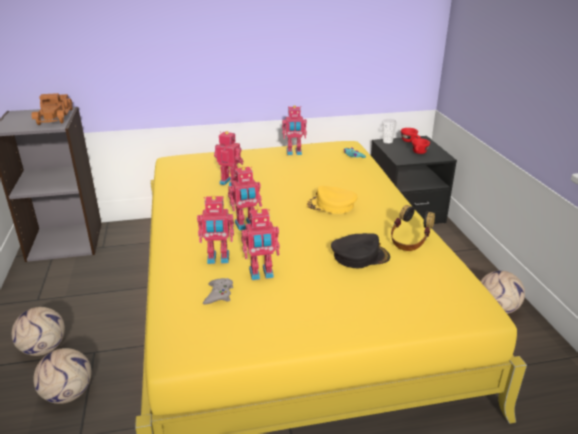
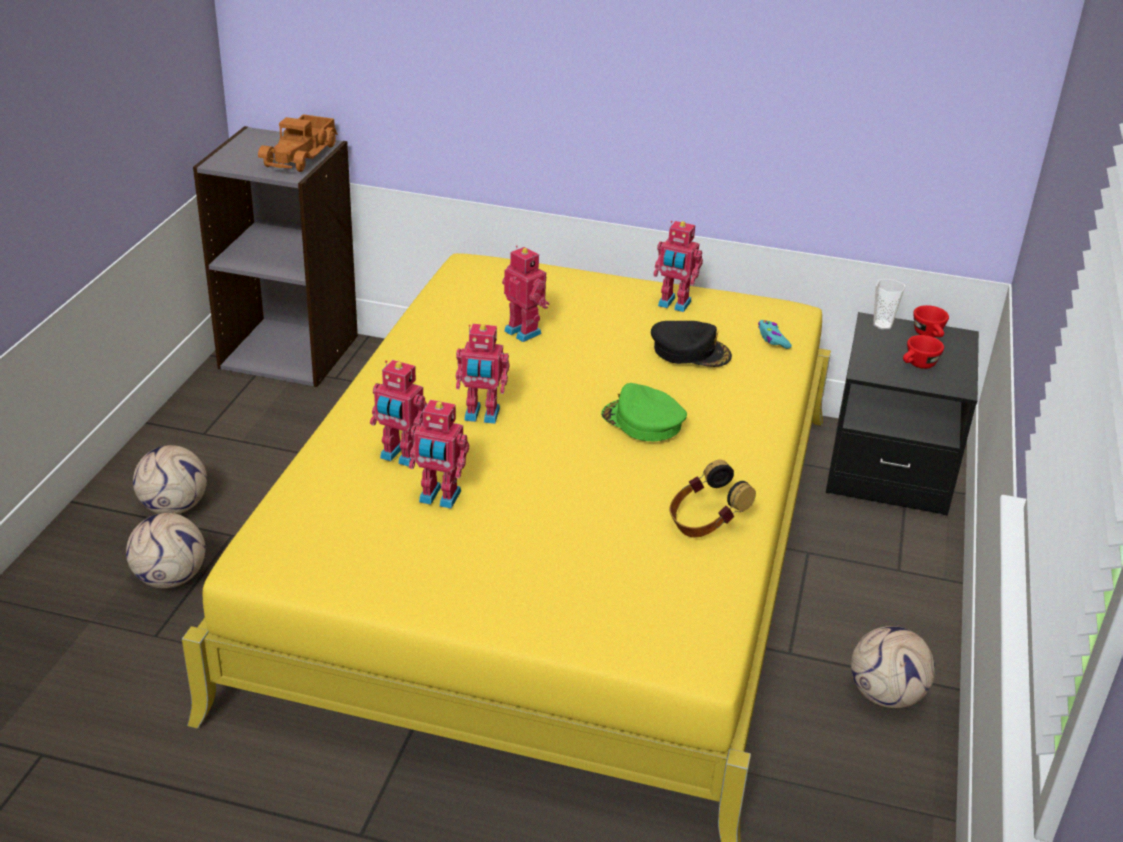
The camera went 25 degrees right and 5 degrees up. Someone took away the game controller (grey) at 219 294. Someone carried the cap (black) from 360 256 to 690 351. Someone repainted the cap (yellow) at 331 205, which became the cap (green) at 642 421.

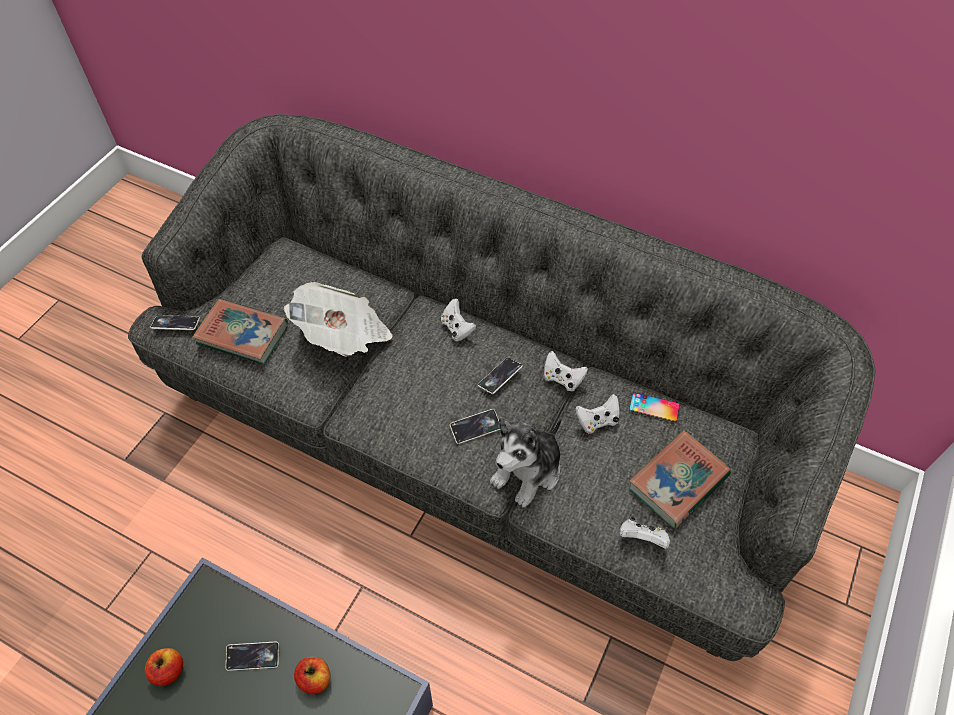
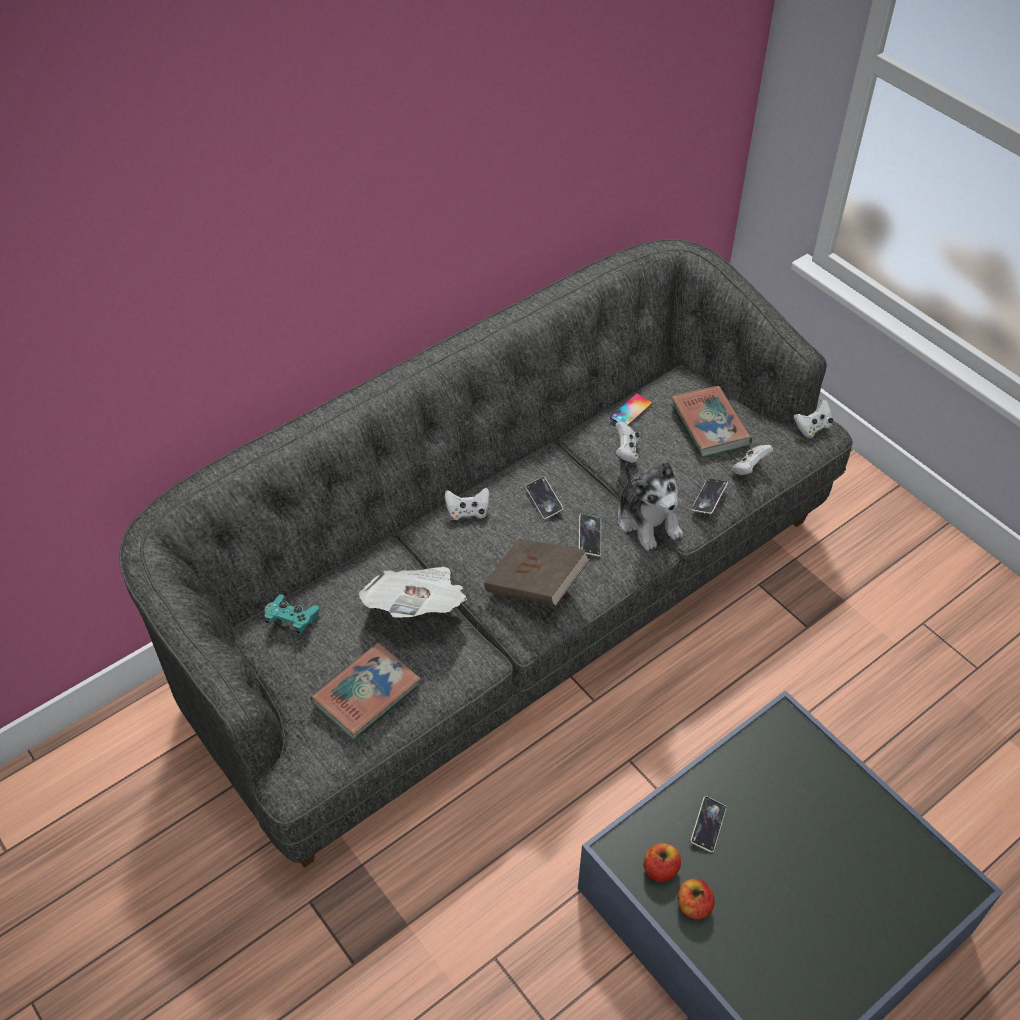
The camera went 65 degrees left and 5 degrees down. Someone put down the game controller (turquoise) at 292 619. Someone put down the book (brown) at 535 586. Someone carried the phone from 176 324 to 709 498. Someone carried the apple from 315 679 to 660 869. Someone carried the game controller (white) from 562 379 to 812 428.

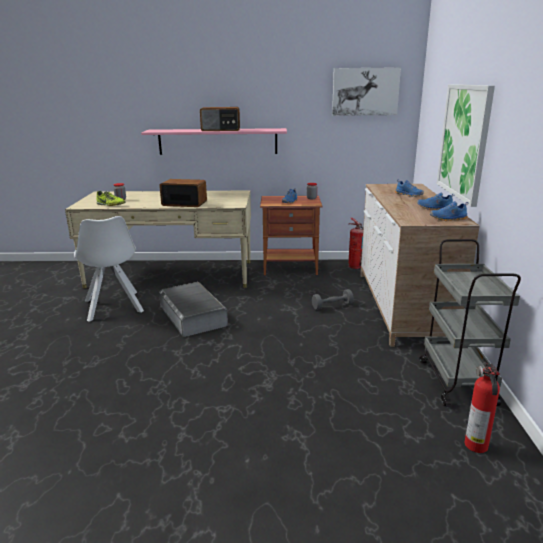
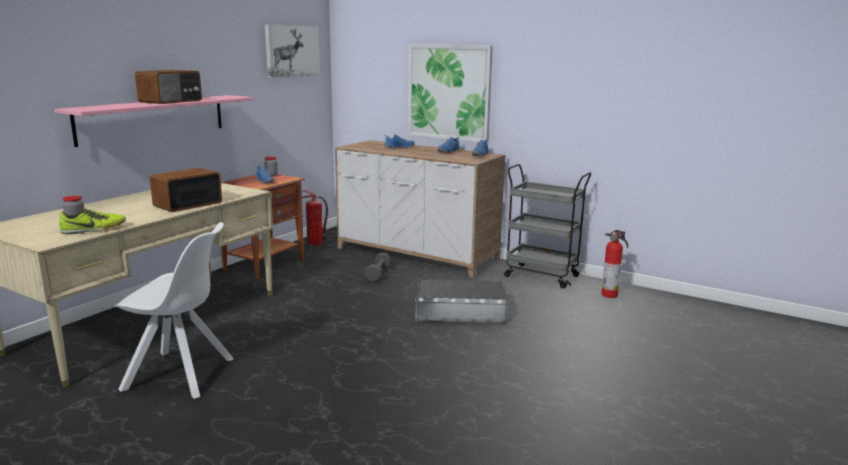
The camera went 60 degrees left and 5 degrees down. Someone carried the storage box (grey) from 193 316 to 460 311.

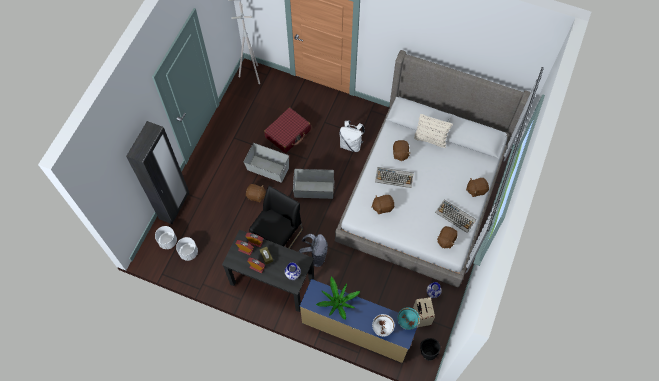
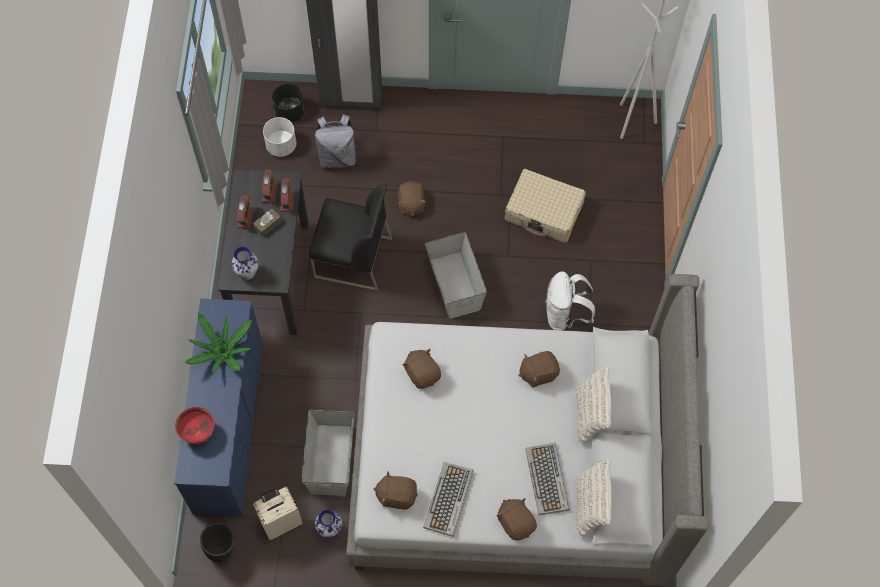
The camera went 70 degrees right and 0 degrees up. Someone took away the bowl (turquoise) at 407 321. Someone put down the pillow (beige) at 589 507. Someone carried the storage box (grey) from 267 168 to 331 459. Someone carried the backpack (grey) from 314 256 to 337 157. Someone carried the keyboard from 394 177 to 547 480. Someone repainted the planter (white) at 167 241, which became the planter (black) at 290 112. Someone repainted the suitcase (red) at 288 133, which became the suitcase (beige) at 544 212. Someone repainted the bowl (white) at 382 328, which became the bowl (red) at 198 431.

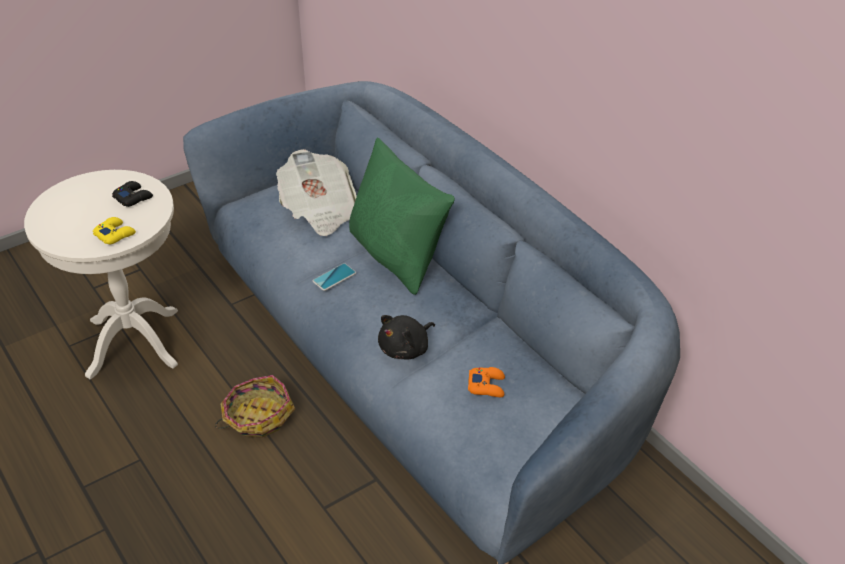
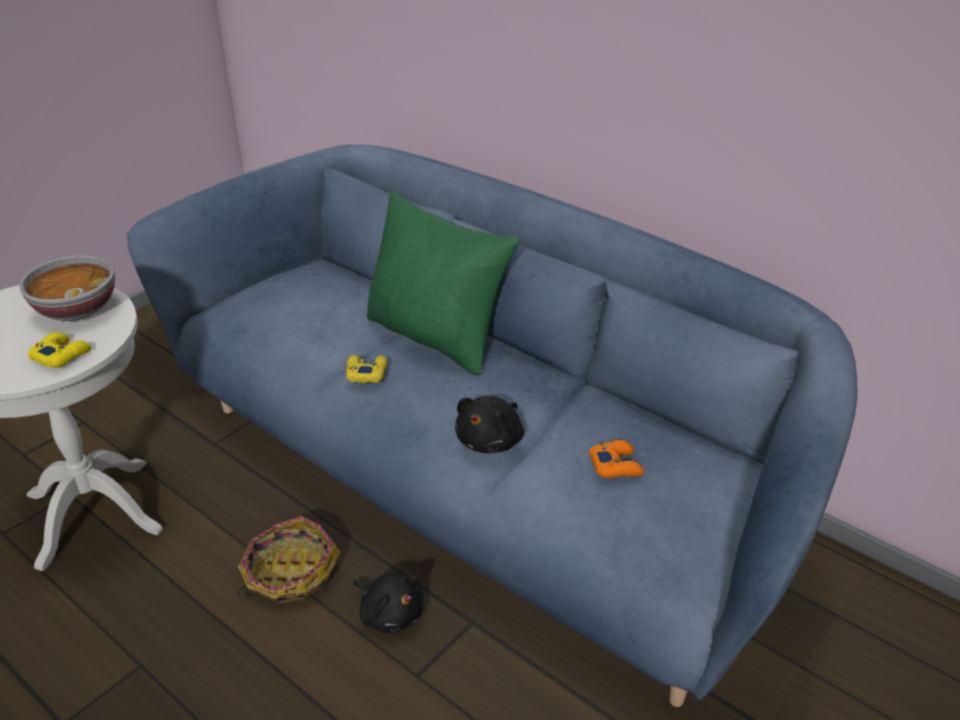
The camera went 15 degrees left and 5 degrees down. Someone took away the newspaper at 319 210. Someone put down the plush toy (black) at 390 613. Someone swapped the game controller (black) at 133 197 for the bowl at 76 308. Someone swapped the phone at 334 277 for the game controller (yellow) at 366 373.

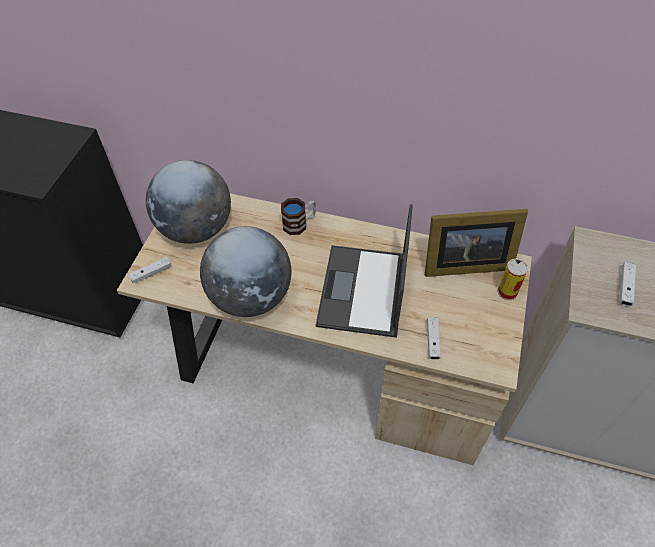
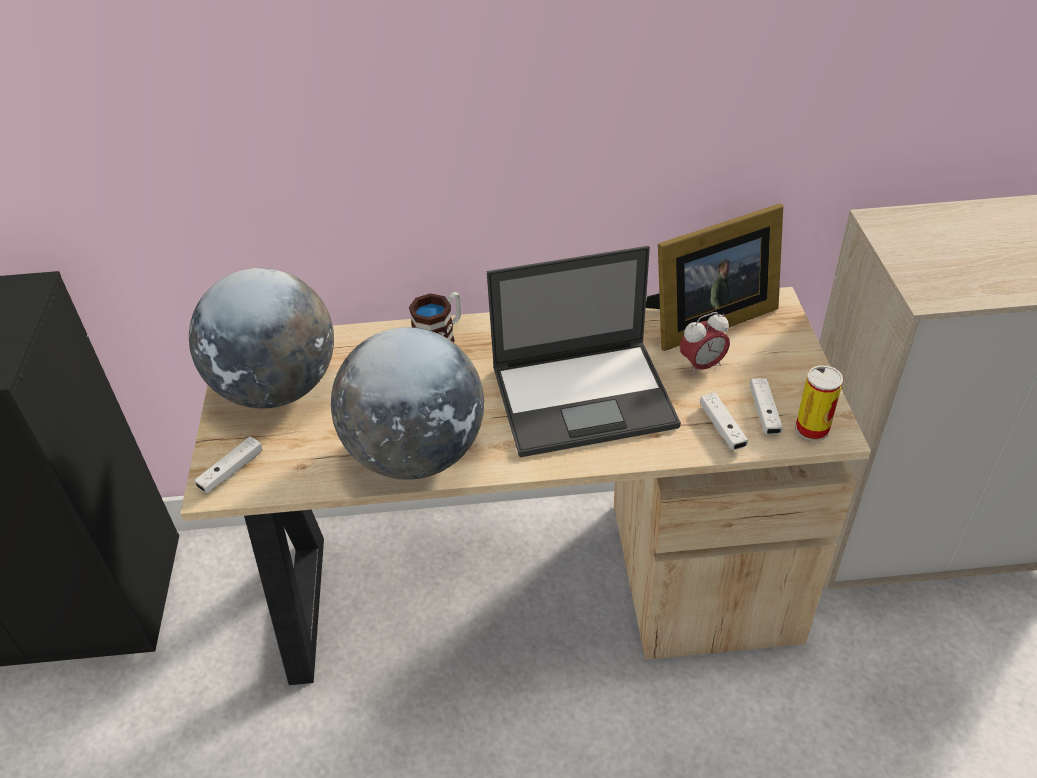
The camera went 20 degrees left and 10 degrees down. Someone put down the alarm clock at 702 366. Someone carried the can from 507 292 to 812 429. Someone carried the game controller (white) from 625 287 to 764 412. Someone rotated the laptop at 362 292 by 90 degrees counterclockwise.

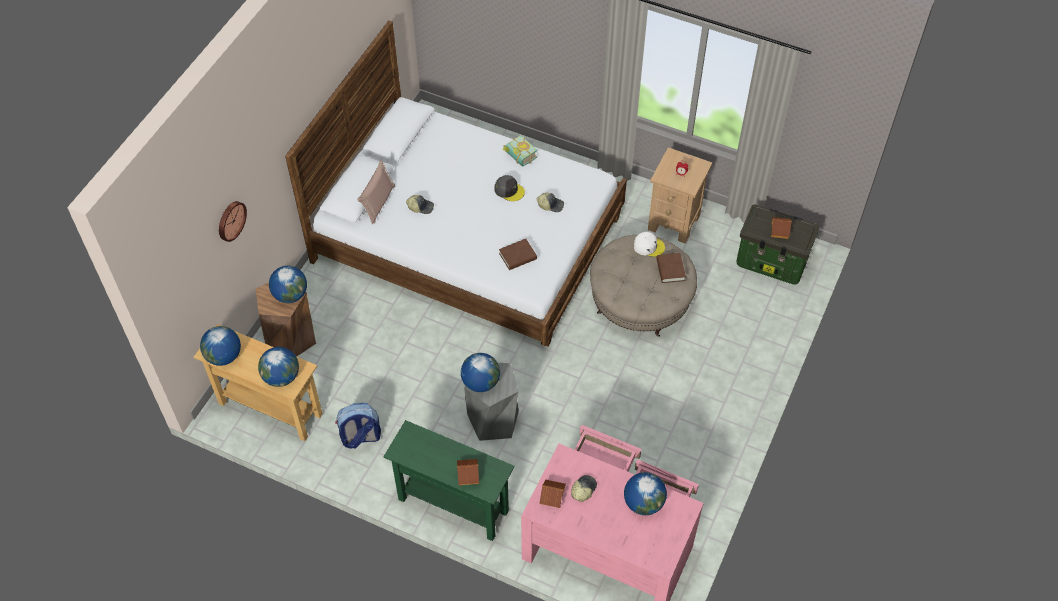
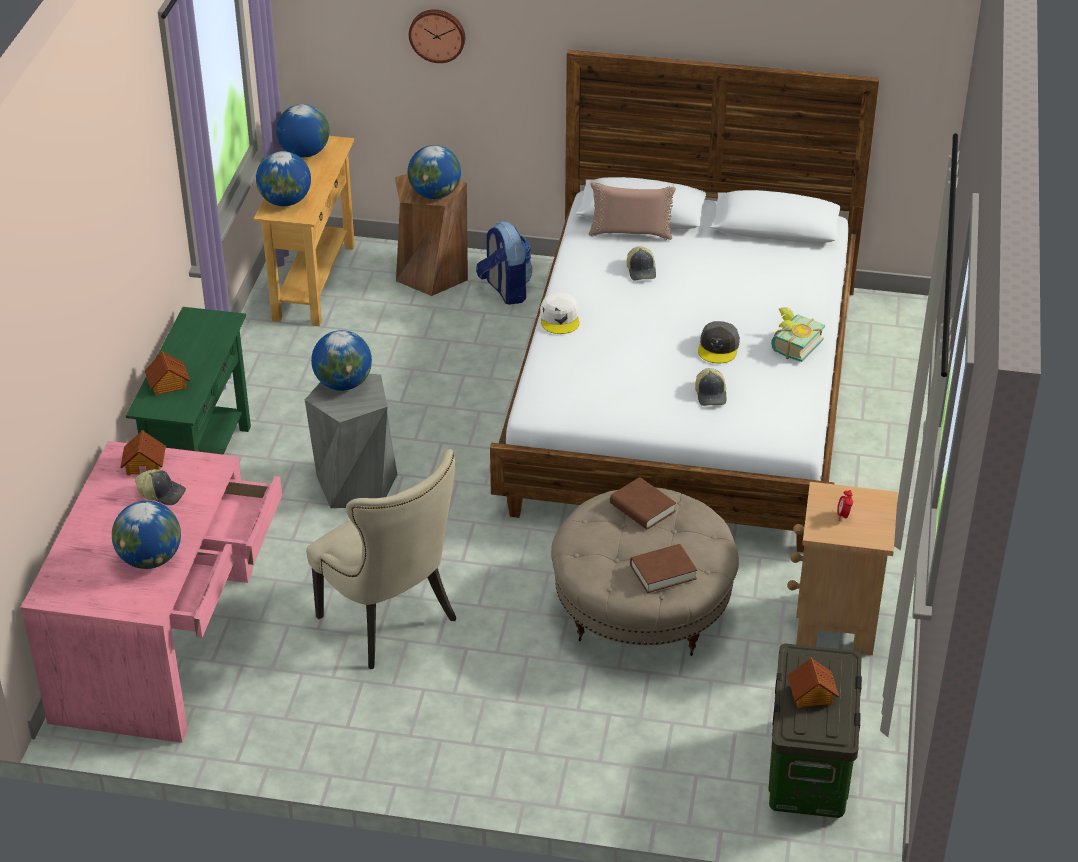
The camera went 75 degrees right and 15 degrees down. Someone put down the chair (beige) at 388 621. Someone carried the backpack from 360 437 to 505 290. Someone carried the book (brown) from 517 256 to 642 508. Someone carried the cap (white) from 648 246 to 560 318.

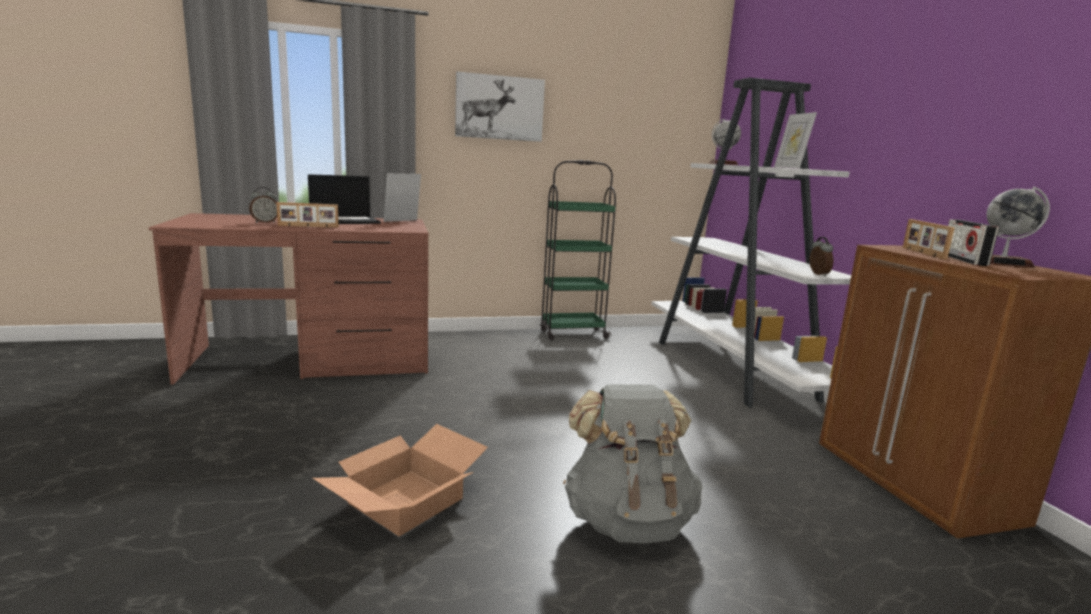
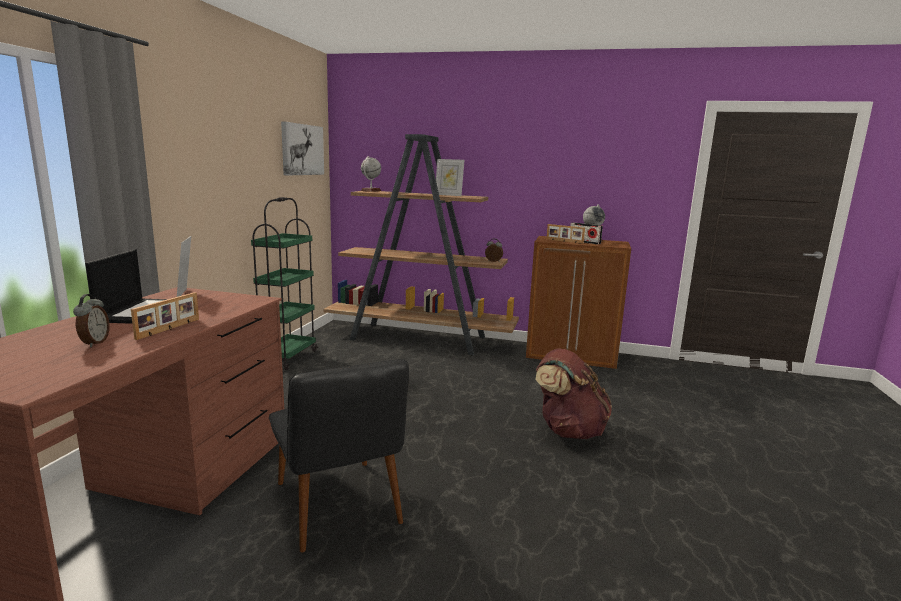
The camera went 60 degrees left and 0 degrees up. Someone took away the cardboard box at 406 502. Someone put down the chair (black) at 337 502. Someone carried the picture from 499 108 to 302 149. Someone repainted the backpack (grey) at 628 520, which became the backpack (brown) at 568 430. Someone repainted the bookcase (white) at 733 370, which became the bookcase (brown) at 421 339.

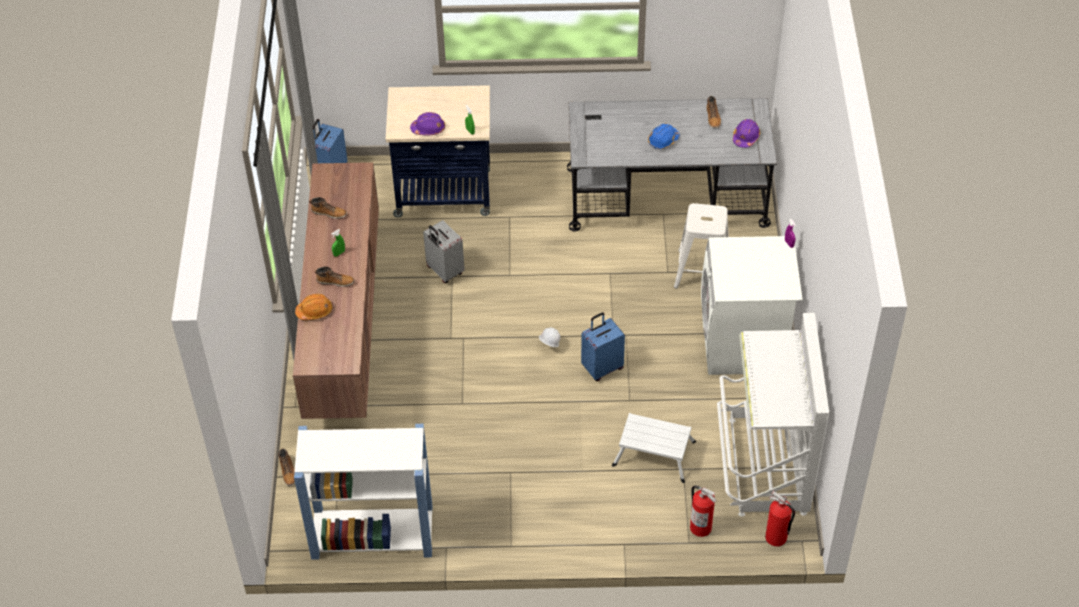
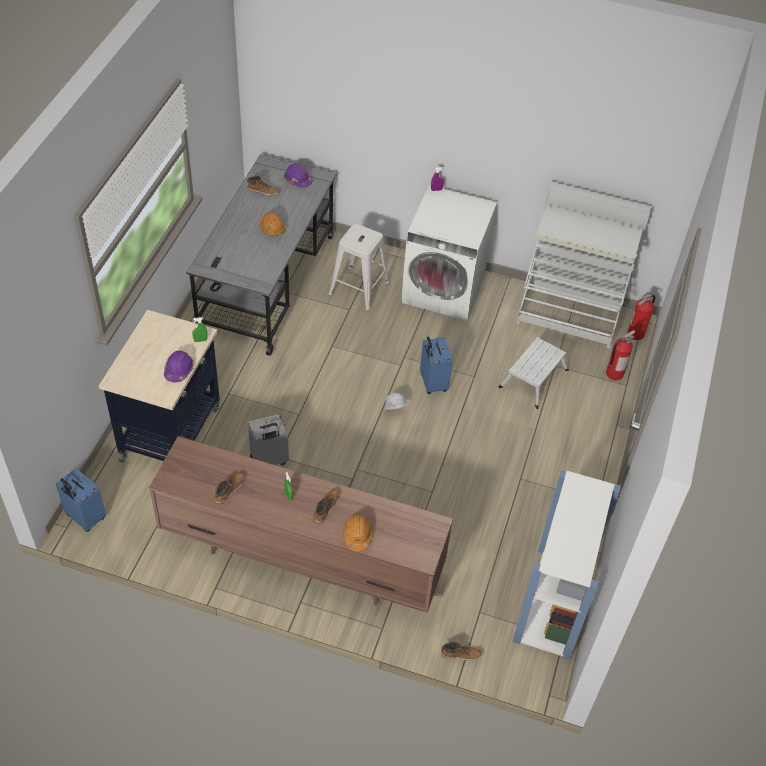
The camera went 75 degrees left and 0 degrees up. Someone repainted the hard hat (blue) at 663 140, which became the hard hat (orange) at 272 228.

